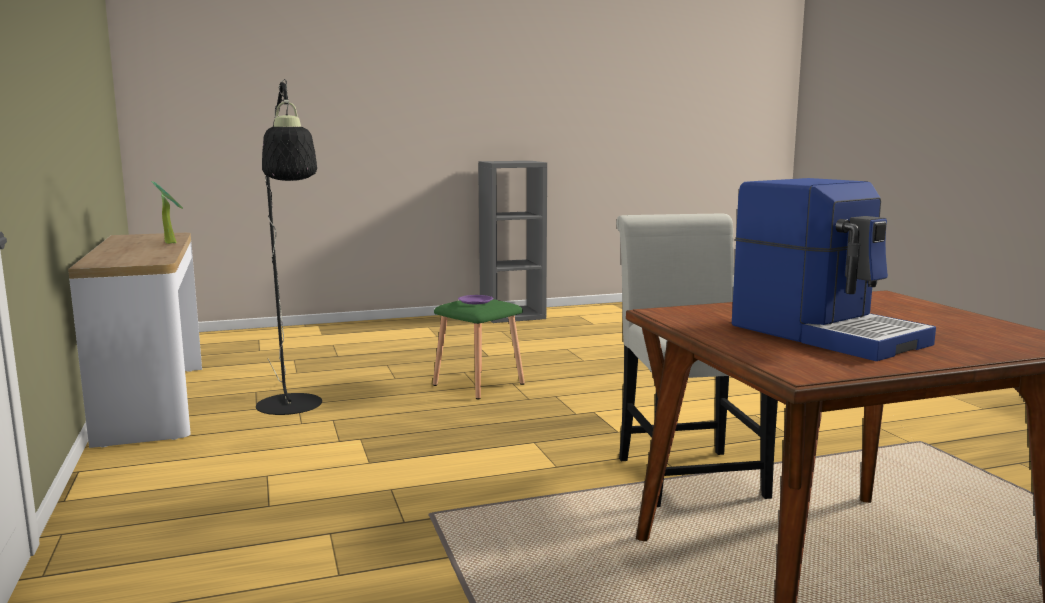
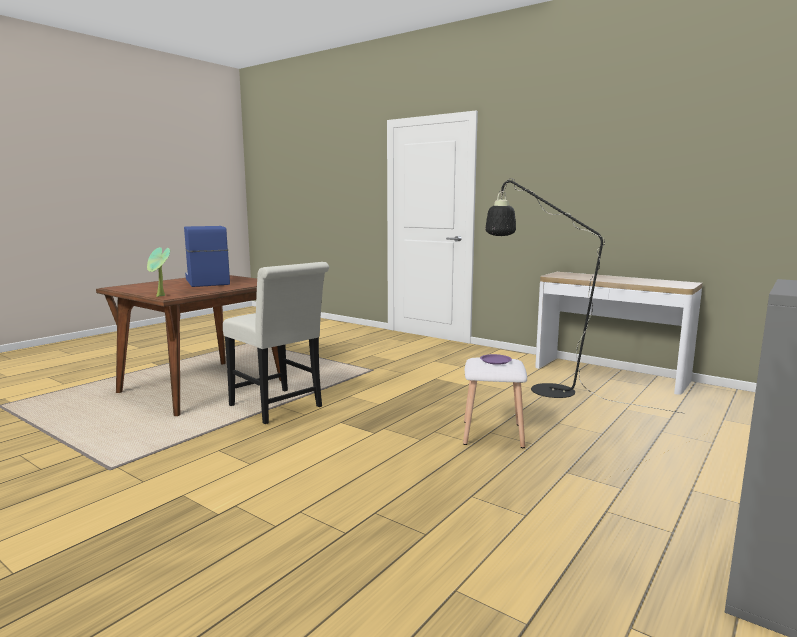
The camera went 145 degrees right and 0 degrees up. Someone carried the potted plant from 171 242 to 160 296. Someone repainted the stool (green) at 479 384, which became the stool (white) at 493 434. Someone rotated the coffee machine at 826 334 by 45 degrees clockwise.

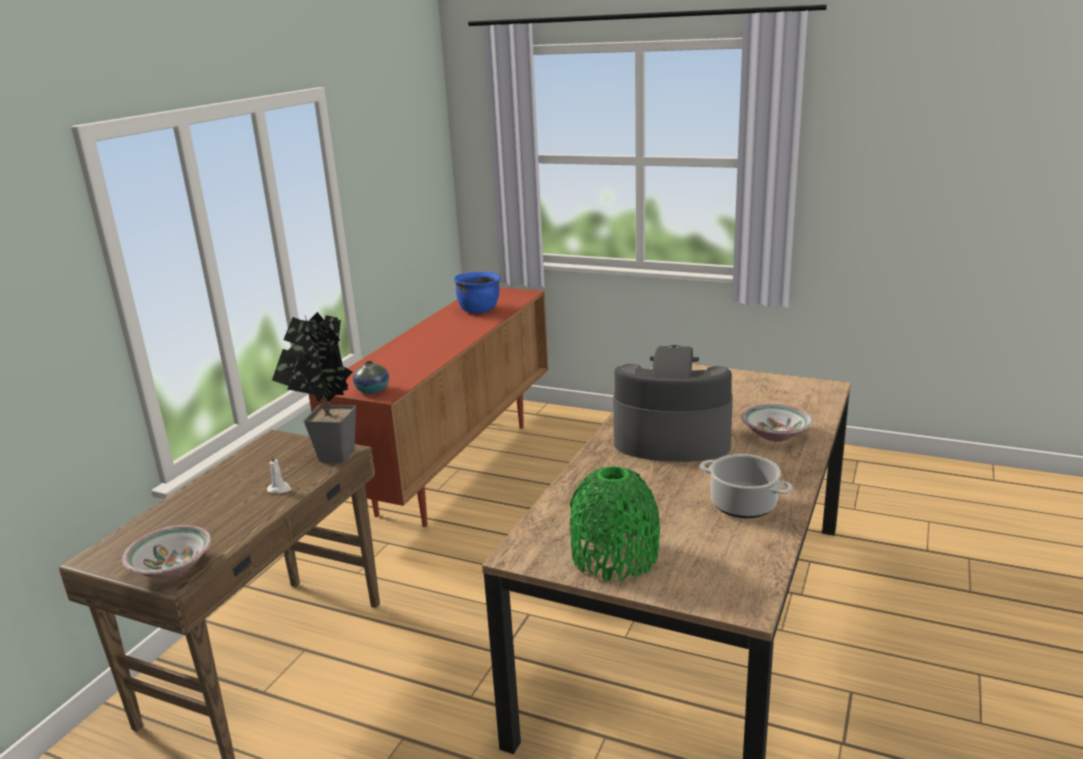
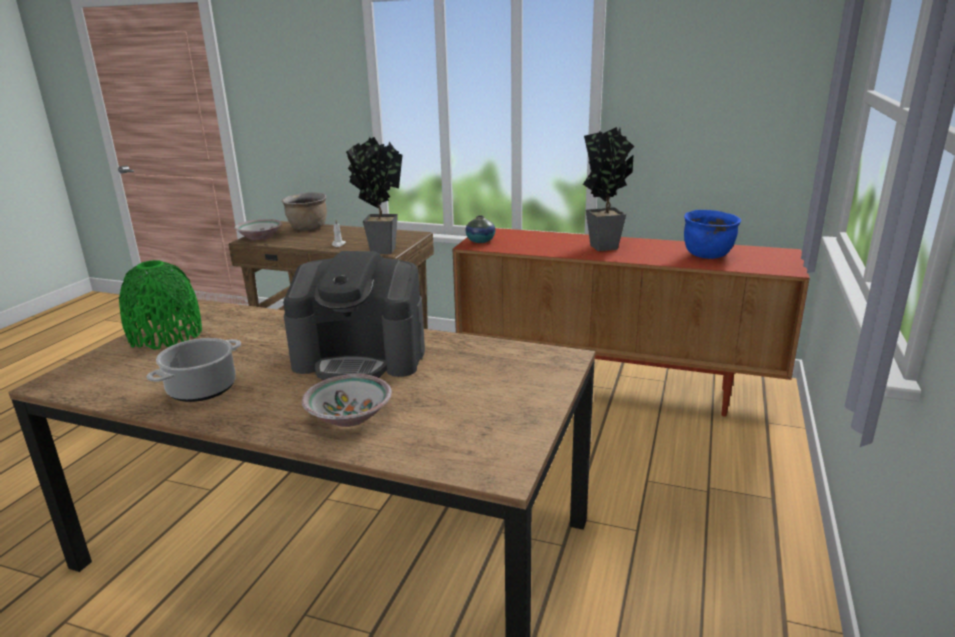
The camera went 85 degrees right and 0 degrees up. Someone put down the cooking pot (brown) at 308 228. Someone put down the potted plant at 604 245. Someone rotated the coffee machine at 671 439 by 90 degrees clockwise.

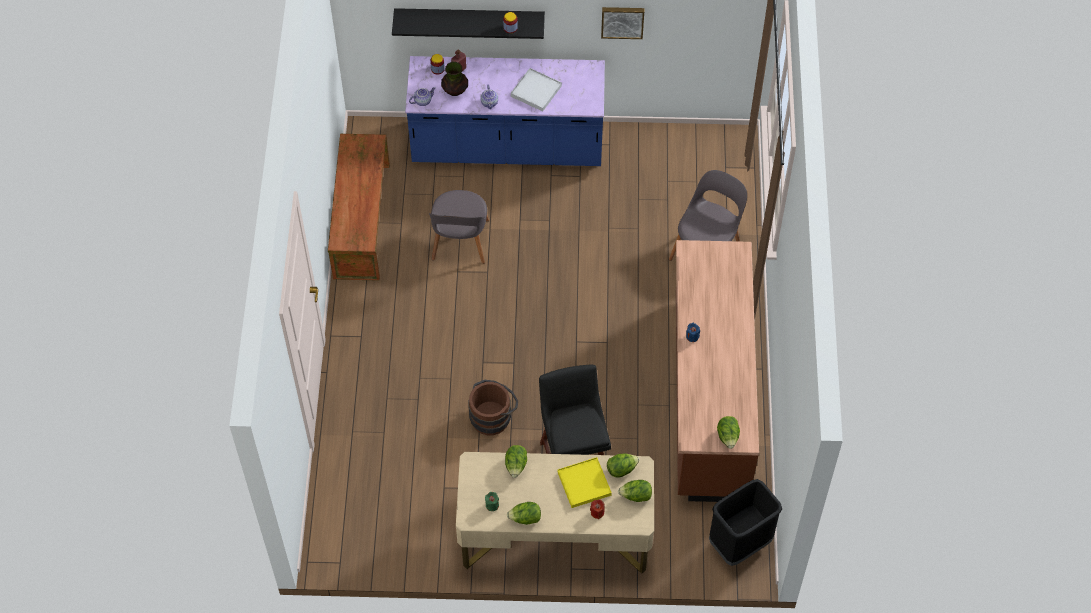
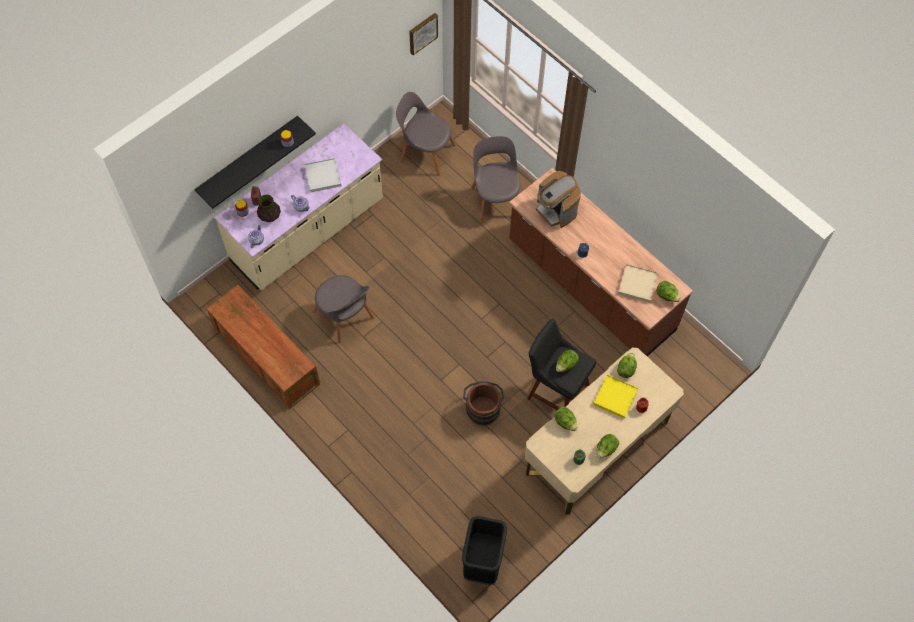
The camera went 45 degrees left and 5 degrees up. Someone put down the chair (grey) at 425 152. Someone put down the coffee machine at 556 210. Someone put down the tray (beige) at 637 284. Someone carried the picture from 622 21 to 422 33. Someone carried the lettuce from 636 496 to 566 365. Someone carried the trash can (black) from 740 544 to 483 562. Someone repainted the counter (blue) at 507 147, which became the counter (beige) at 308 232.

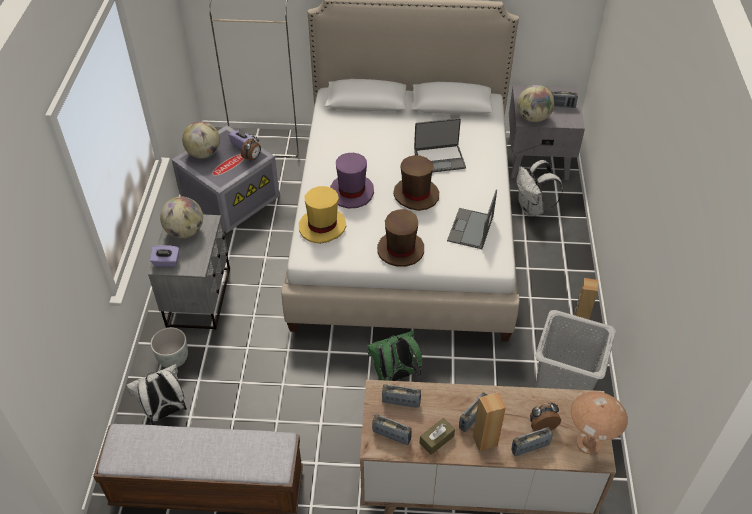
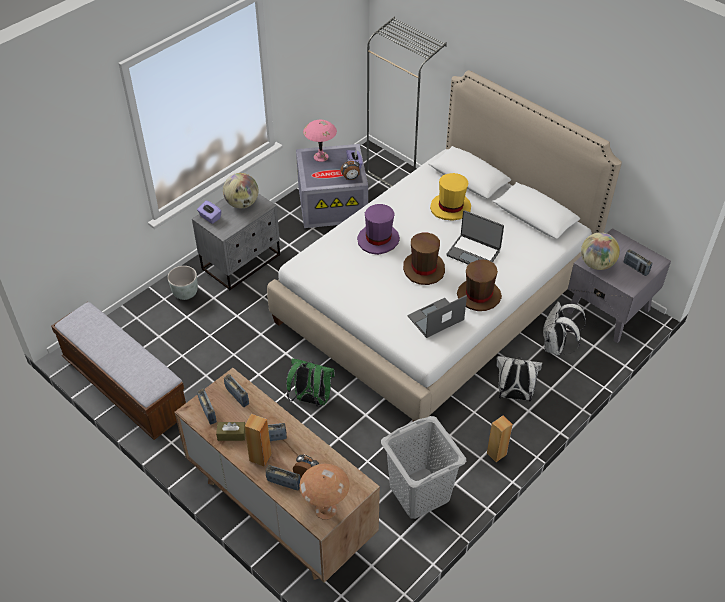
The camera went 40 degrees right and 0 degrees up. Someone carried the backpack (white) from 165 412 to 513 395. Someone carried the hat (yellow) from 322 226 to 450 208. Someone carried the hat (brown) from 400 250 to 478 296. Someone swapped the globe at 204 153 for the table lamp (pink) at 321 157.

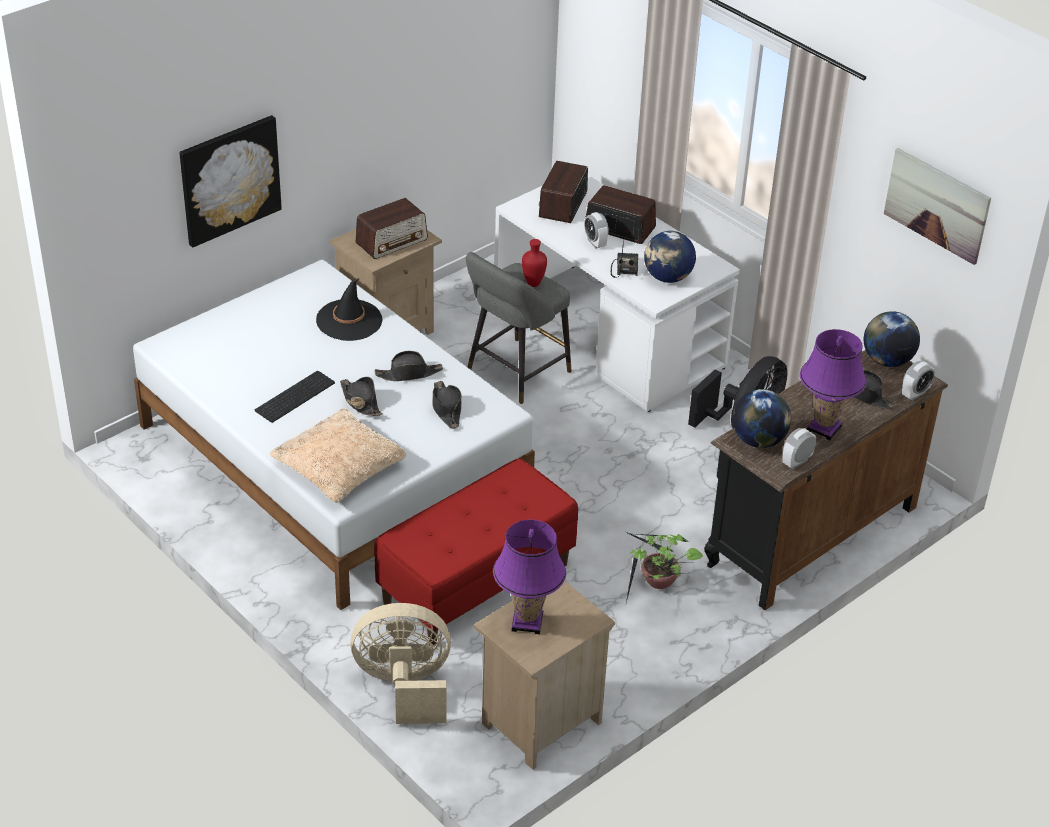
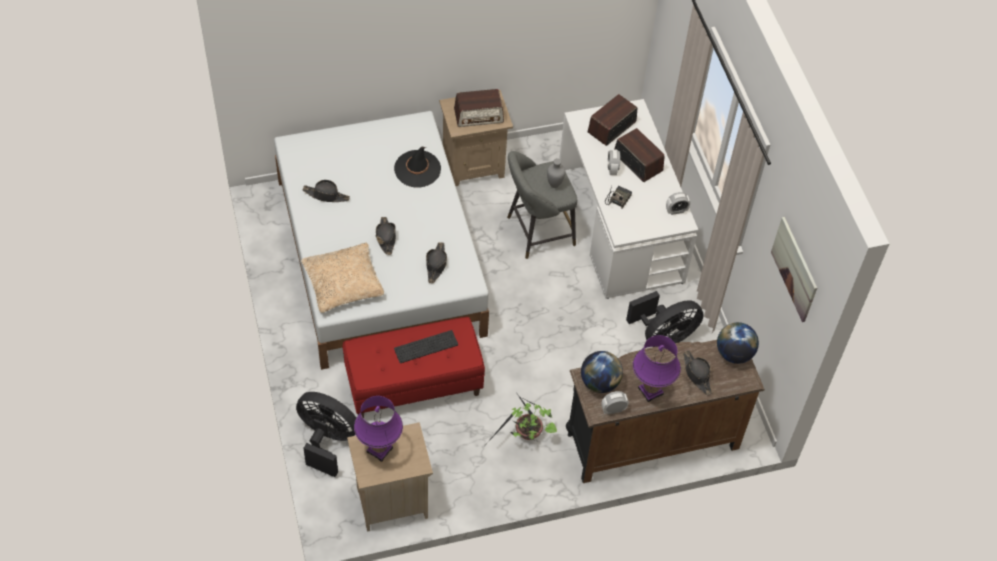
The camera went 25 degrees right and 15 degrees up. Someone took away the picture at 229 179. Someone took away the globe at 667 278. Someone carried the keyboard from 294 395 to 426 345. Someone carried the hat (black) from 409 374 to 326 195. Someone carried the alarm clock from 915 394 to 676 211. Someone repainted the fan (beige) at 405 686, which became the fan (black) at 327 440. Someone repainted the vase (red) at 533 284, which became the vase (grey) at 554 185.

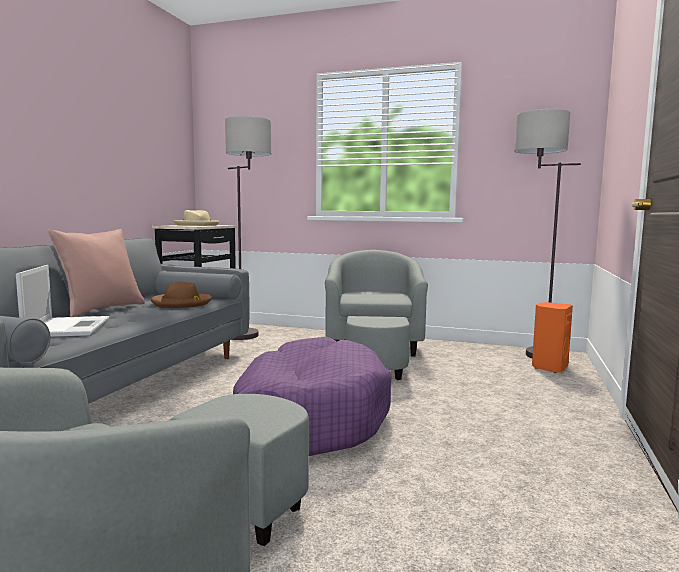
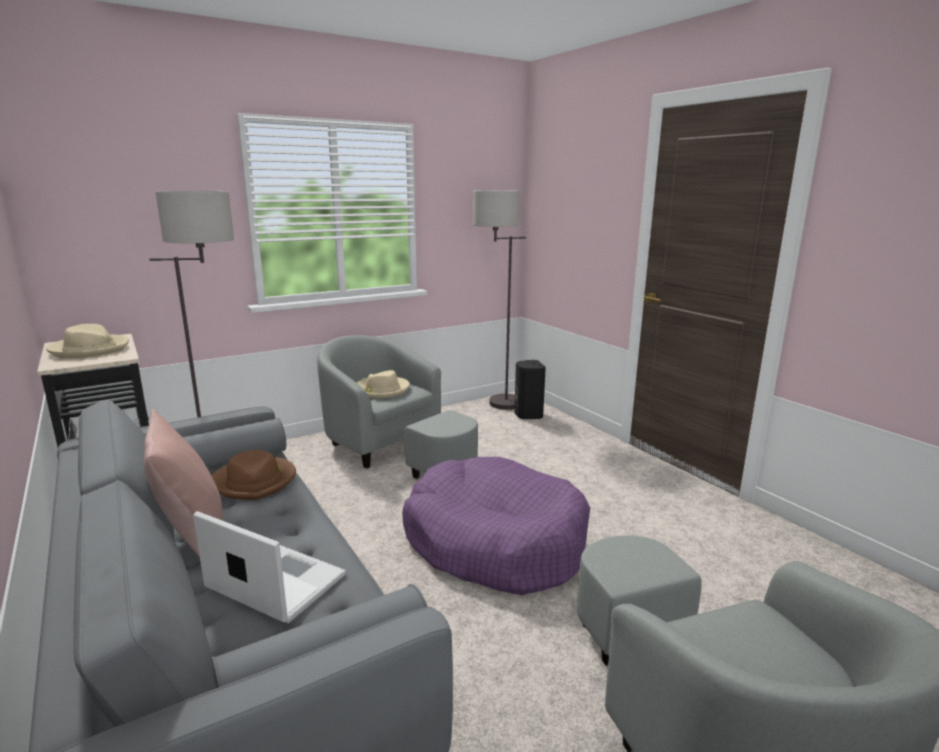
The camera went 50 degrees left and 10 degrees up. Someone put down the hat (beige) at 381 390. Someone repainted the speaker (orange) at 549 368, which became the speaker (black) at 527 415.

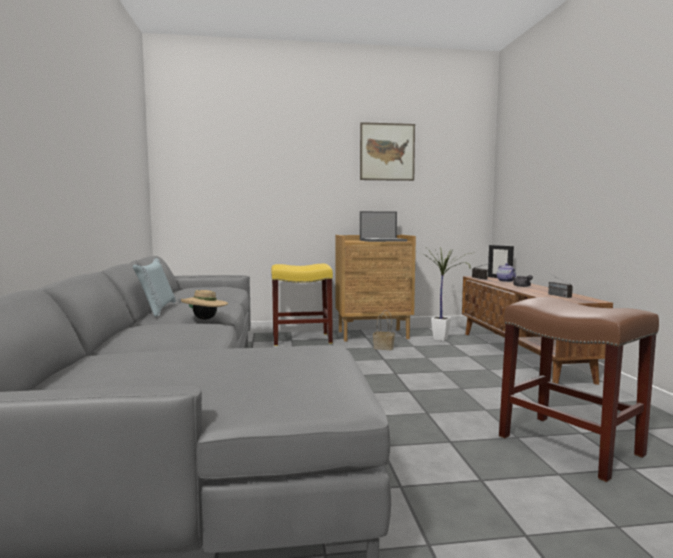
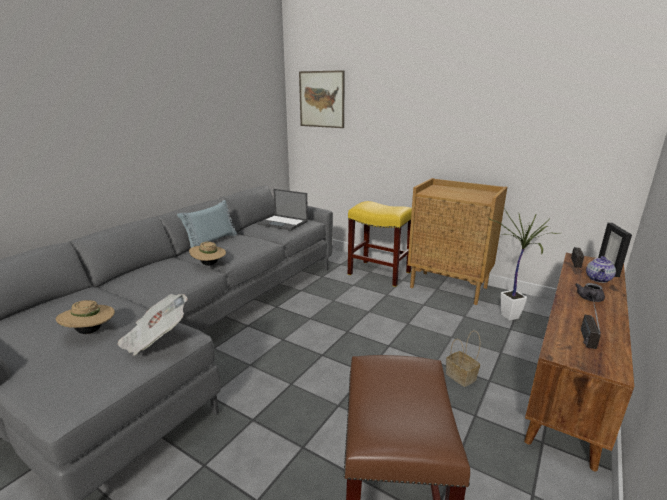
The camera went 40 degrees right and 15 degrees up. Someone put down the hat (beige) at 90 332. Someone put down the newspaper at 155 339. Someone carried the picture from 387 152 to 321 99. Someone carried the laptop from 383 240 to 283 223. Someone carried the basket from 384 347 to 462 377.

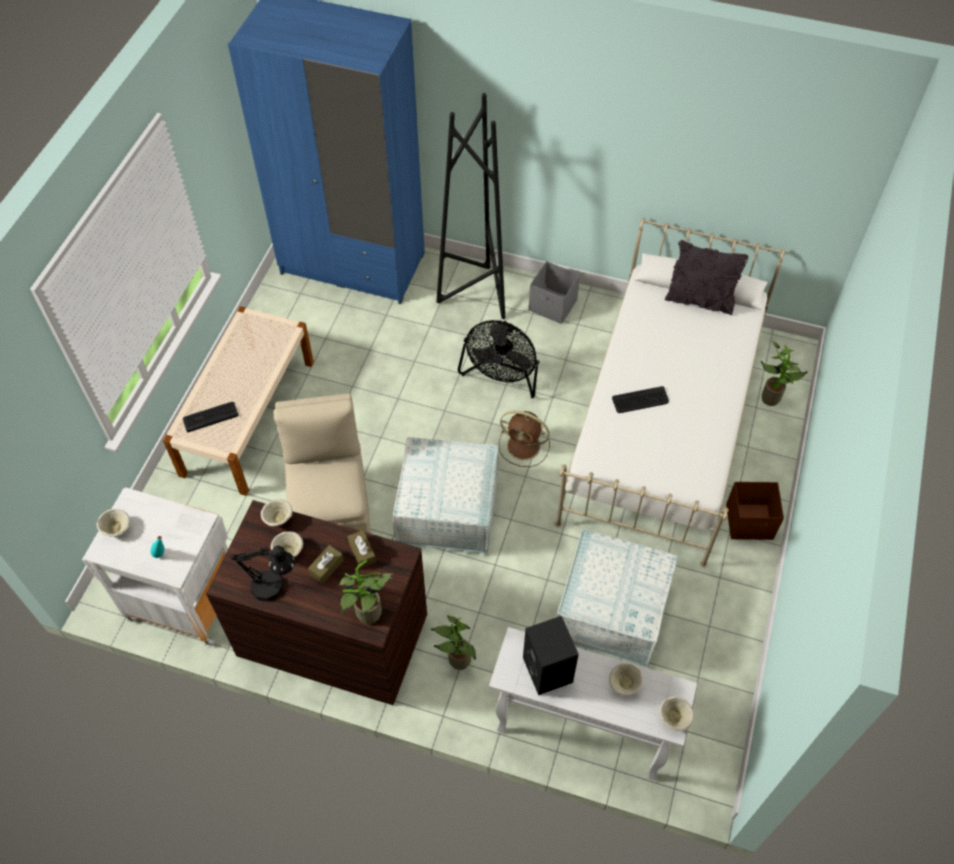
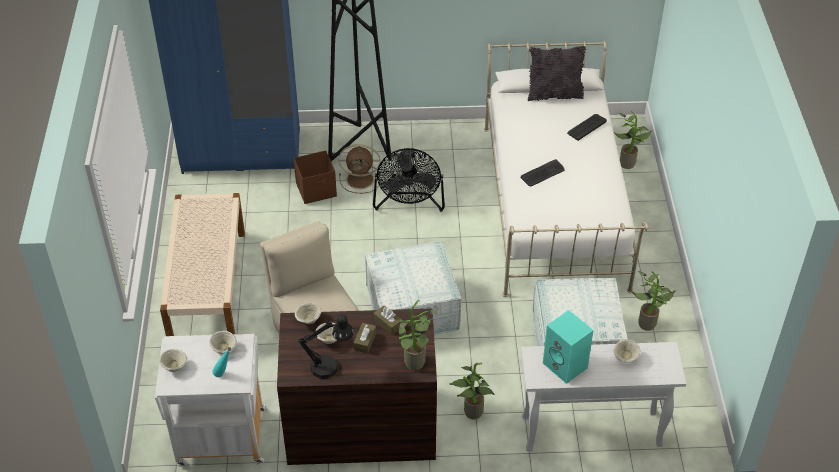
The camera went 20 degrees left and 10 degrees down. Someone took away the storage box (grey) at 553 306. Someone put down the potted plant at 648 322. Someone carried the keyboard from 210 416 to 586 127. Someone carried the fan (brown) from 525 446 to 361 179. Someone carried the bowl (beige) from 674 718 to 224 349. Someone carried the storage box (brown) from 750 522 to 317 190. Someone repainted the speaker (black) at 549 671, which became the speaker (turquoise) at 566 366.

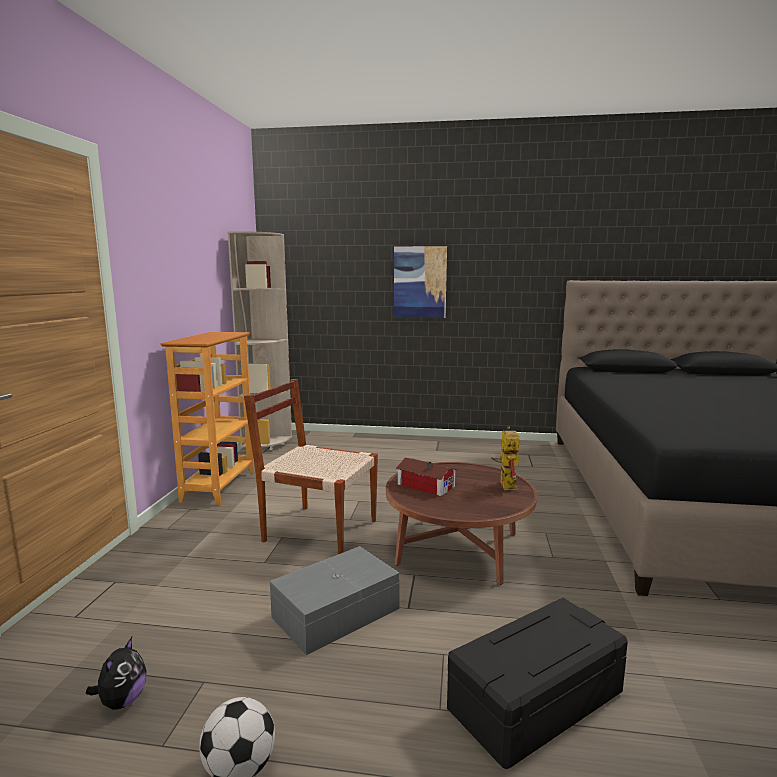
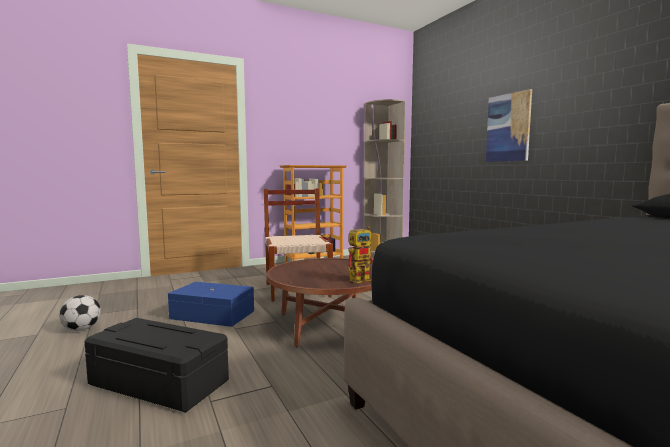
The camera went 55 degrees right and 5 degrees down. Someone took away the plush toy at 122 701. Someone took away the toy house at 425 484. Someone repainted the storage box (grey) at 334 612, which became the storage box (blue) at 212 314.

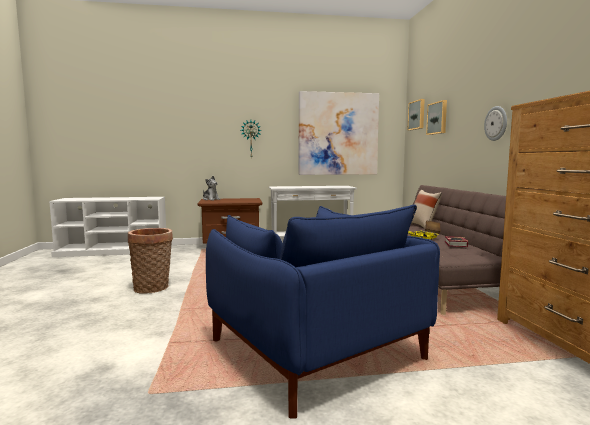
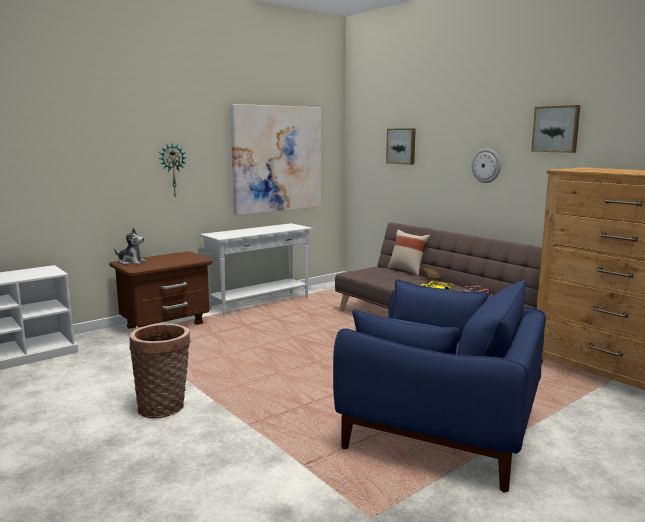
The camera went 30 degrees left and 5 degrees up. Someone carried the picture from 417 115 to 556 129.

